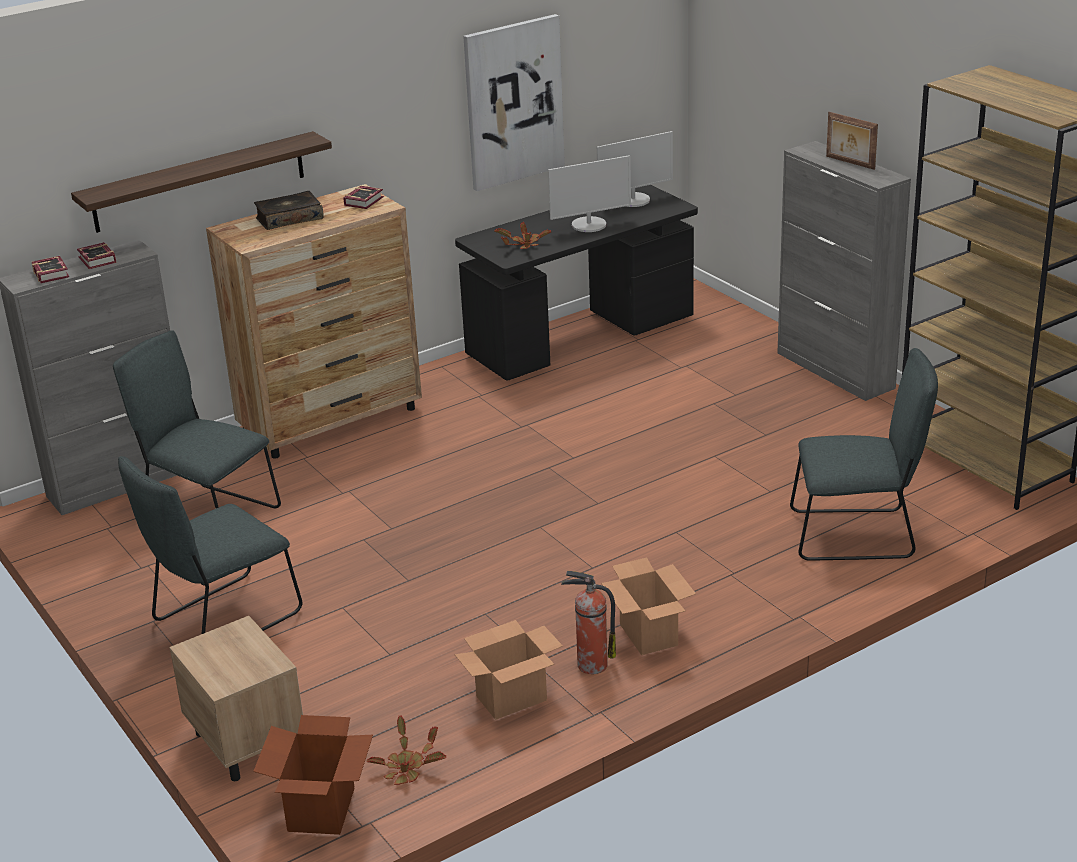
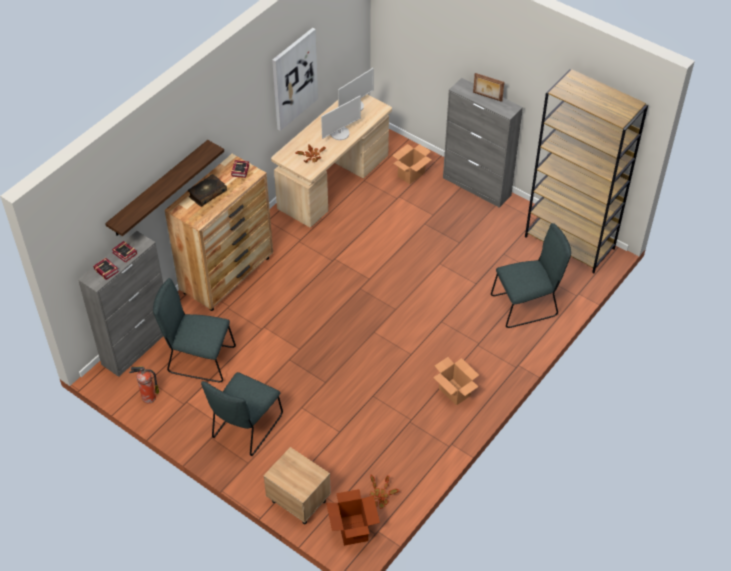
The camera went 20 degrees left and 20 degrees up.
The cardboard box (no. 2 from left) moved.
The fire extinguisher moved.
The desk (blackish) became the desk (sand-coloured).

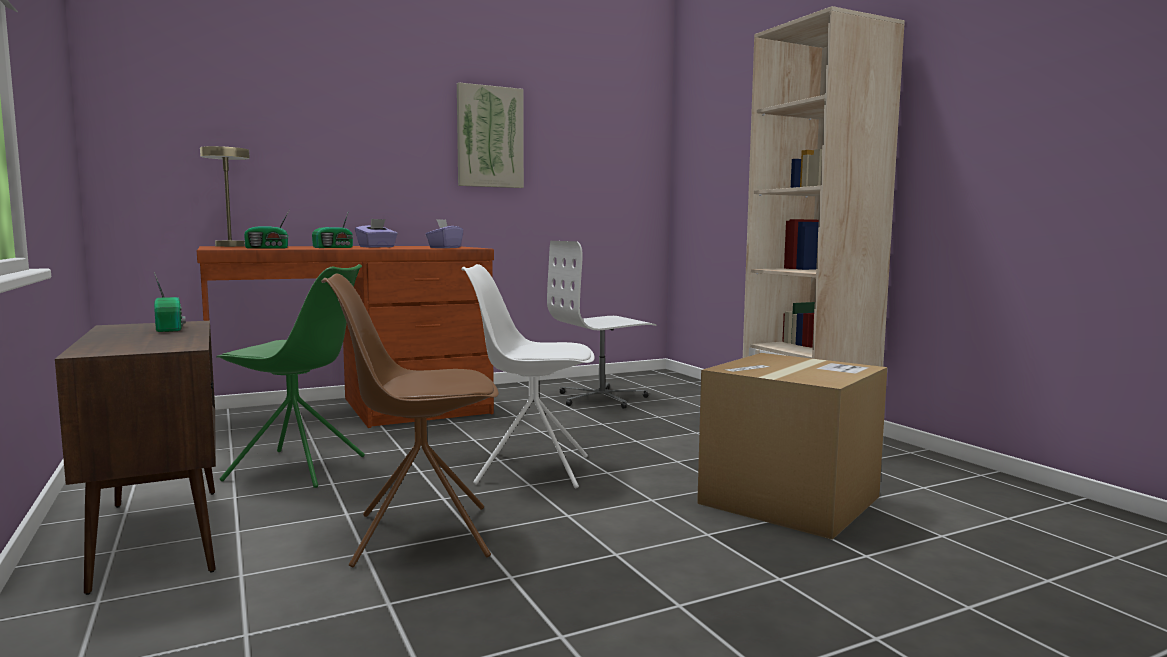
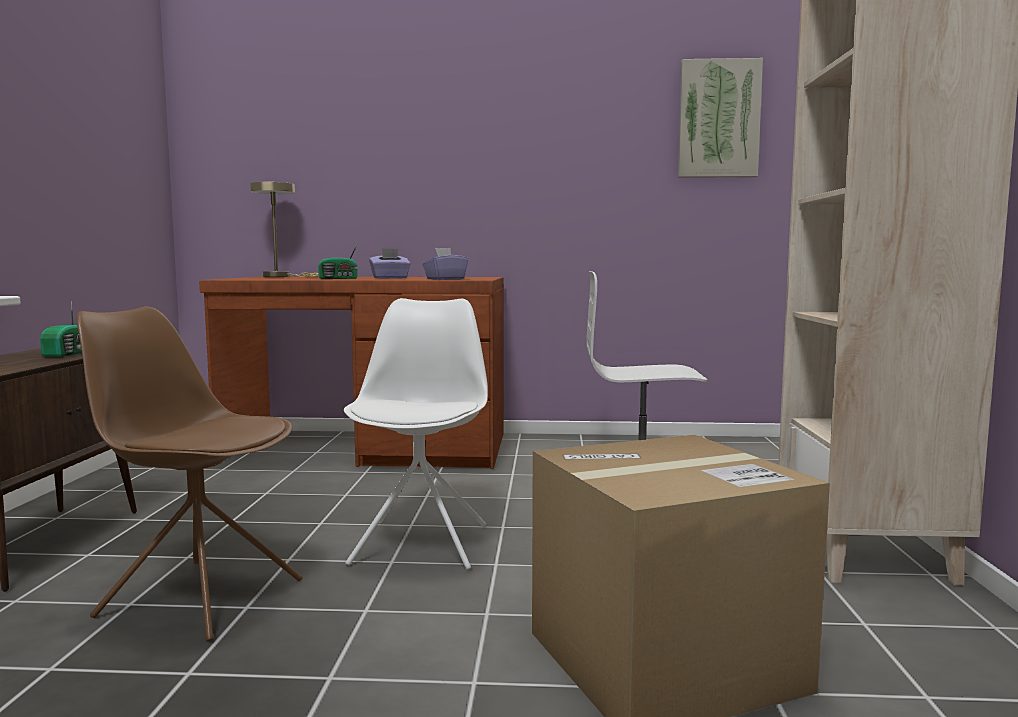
The camera went 30 degrees right and 0 degrees up.
The upright chair (green) disappeared.
The radio set (no. 2 from left) disappeared.
The picture moved.
The upright chair (white-coloured) turned 60 degrees clockwise.

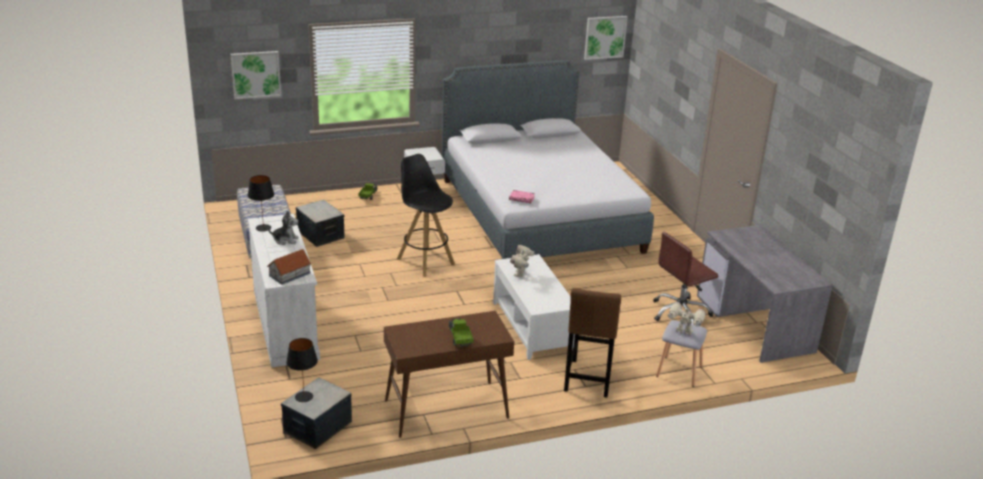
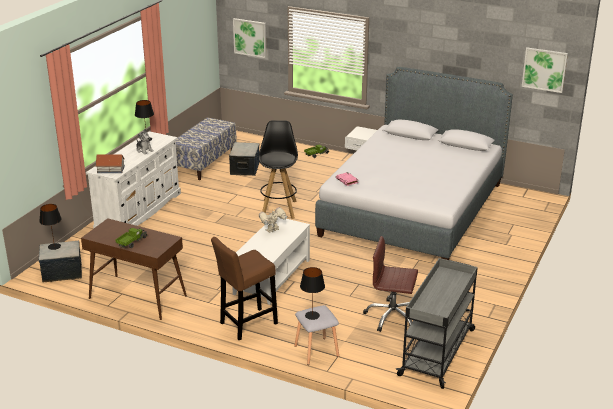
The camera went 45 degrees right and 0 degrees up.
The toy robot (no. 2 from left) was replaced by the tabletop lamp (blackish) (no. 3 from left).
The desk (greyish) was replaced by the cart (greyish).

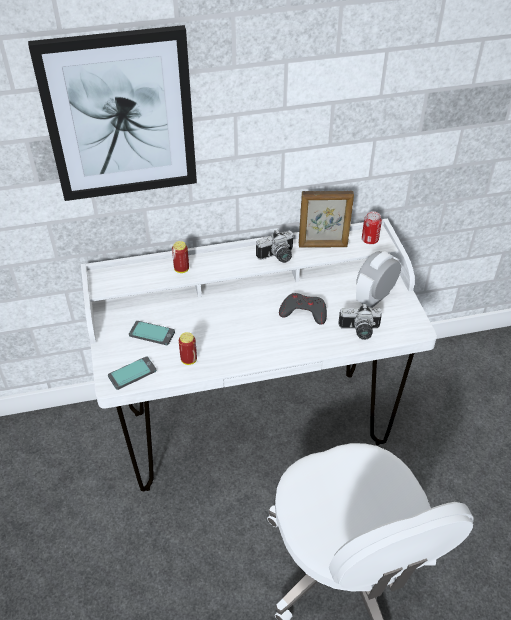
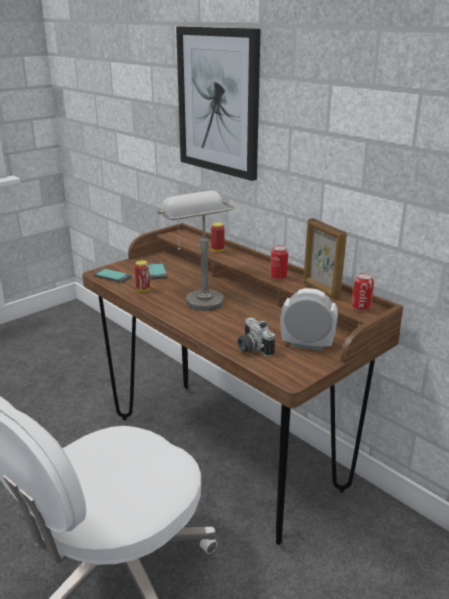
The camera went 60 degrees right and 20 degrees down.
The gamepad (greyish) disappeared.
The tabletop lamp (greyish) appeared.
The photo camera (no. 1 from left) was replaced by the sealed can (no. 3 from left).
The desk (white-coloured) became the desk (brownish).

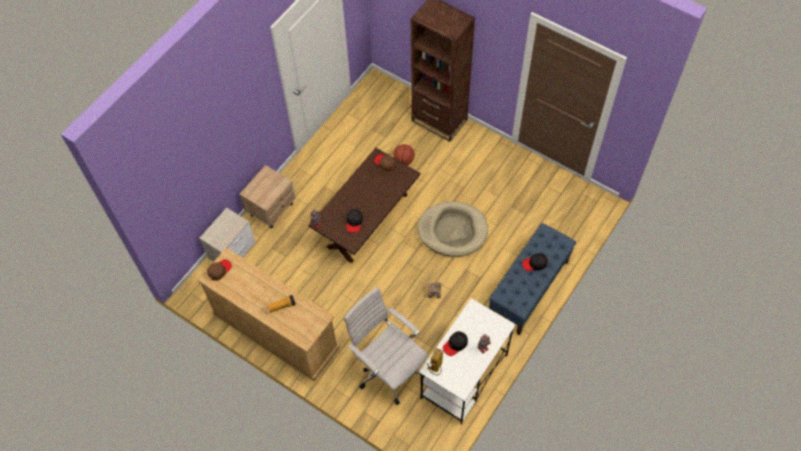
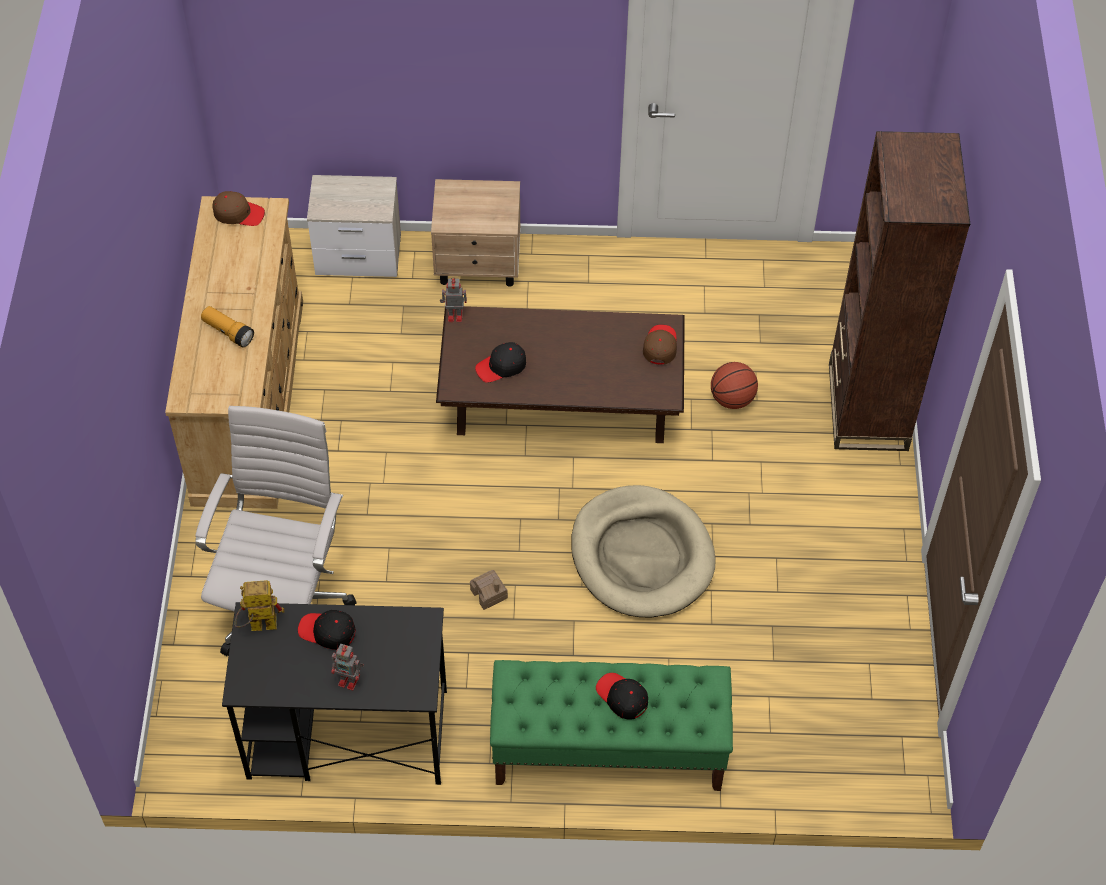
The camera went 55 degrees right and 5 degrees down.
The desk (white-coloured) became the desk (blackish).
The indoor bench (blue-coloured) became the indoor bench (green).

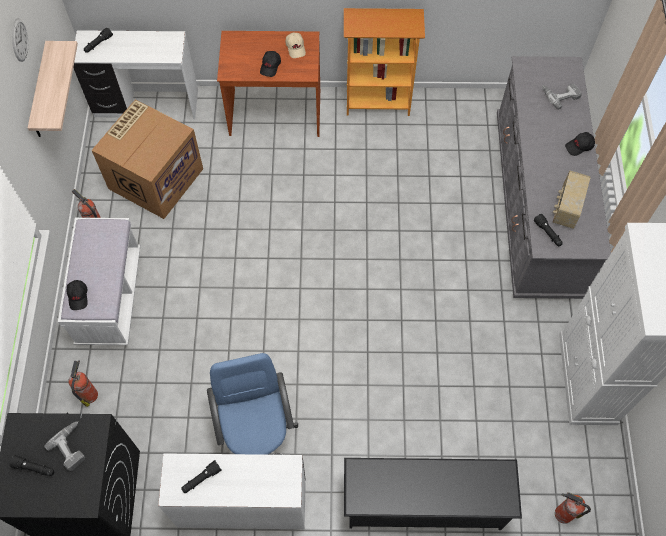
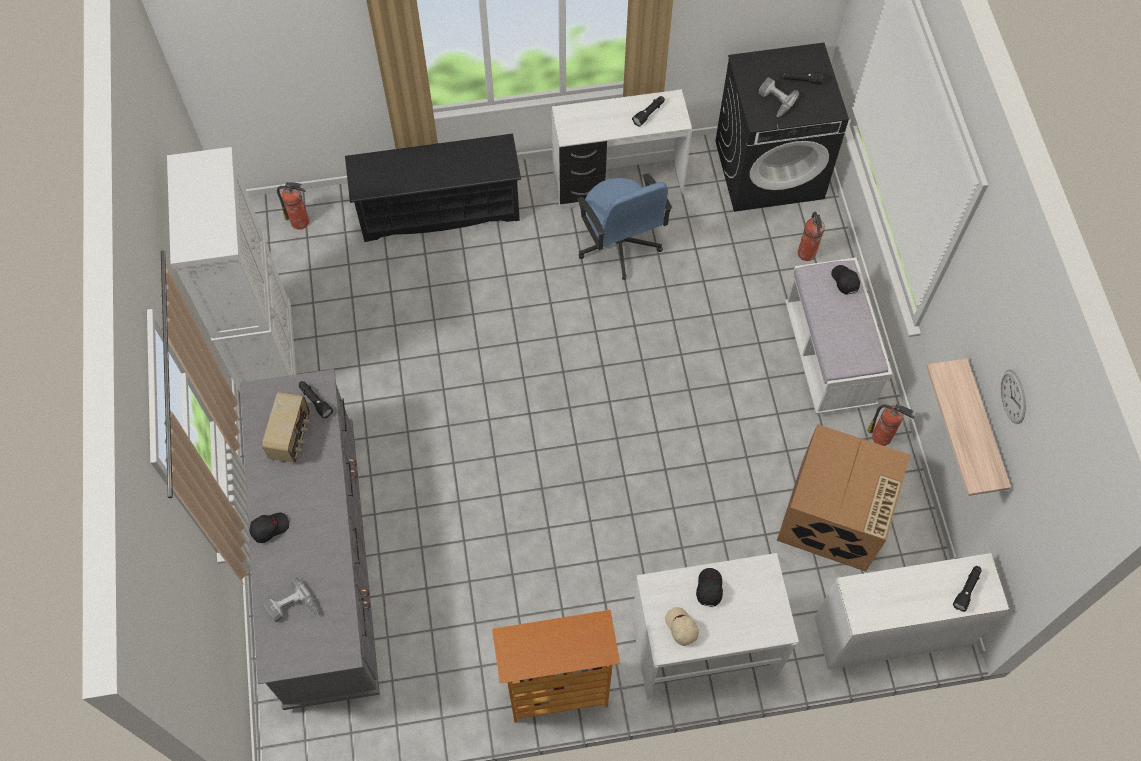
The camera went 170 degrees right and 0 degrees up.
The desk (brownish) became the desk (white-coloured) (no. 2 from left).

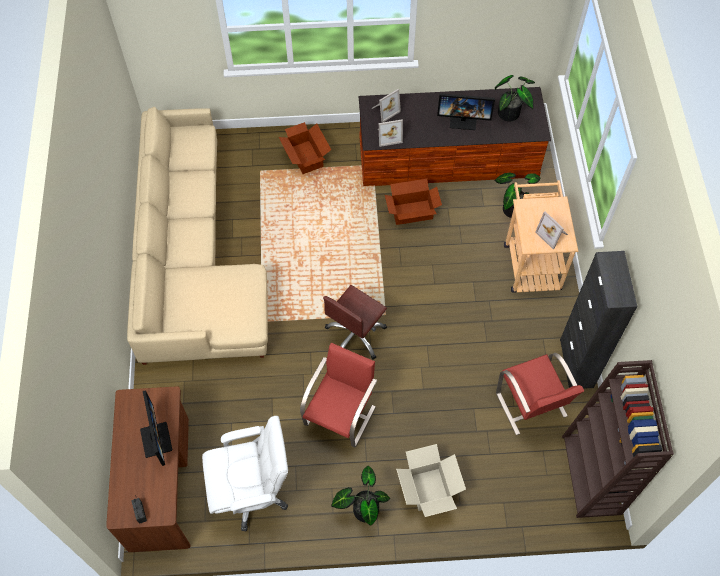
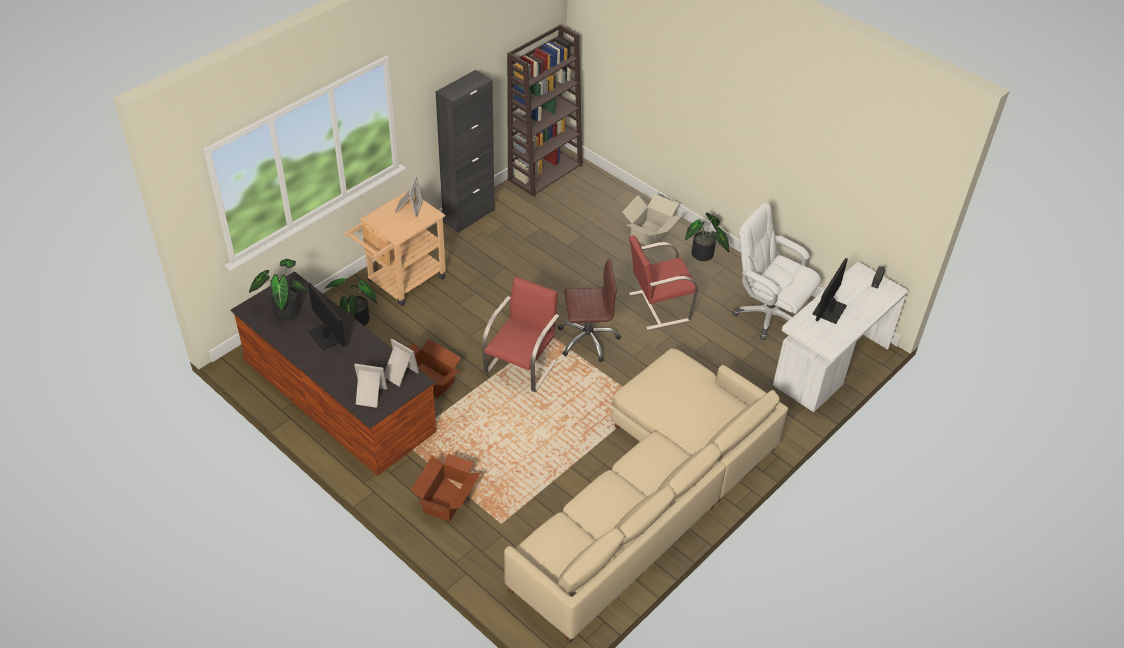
The camera went 135 degrees left and 15 degrees down.
The upright chair (red-coloured) (no. 2 from left in the first image) moved.
The desk (brownish) became the desk (white-coloured).

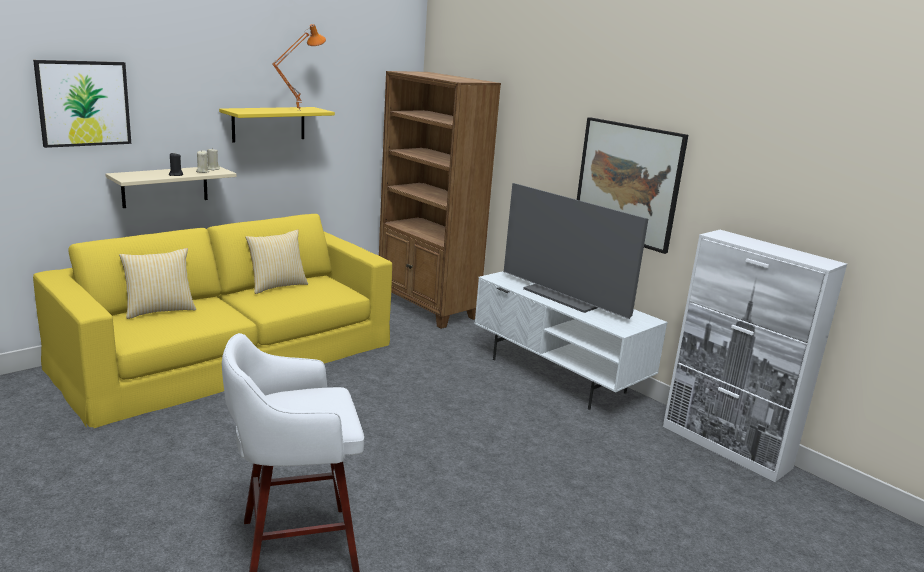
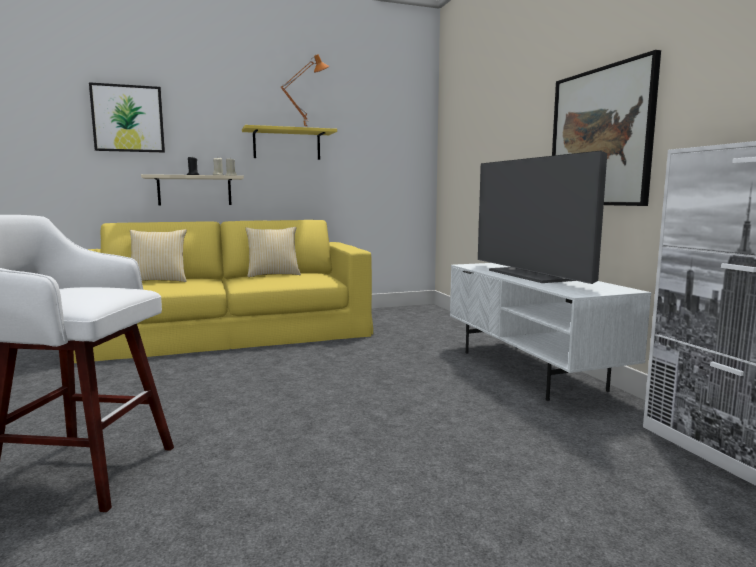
The camera went 25 degrees right and 10 degrees down.
The shelving unit (brownish) disappeared.

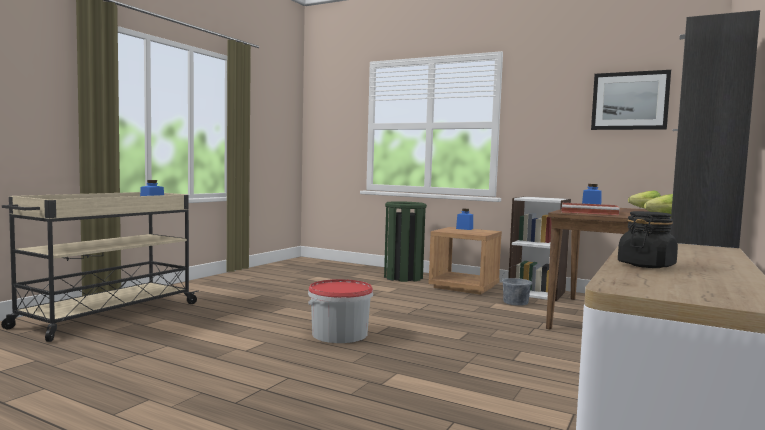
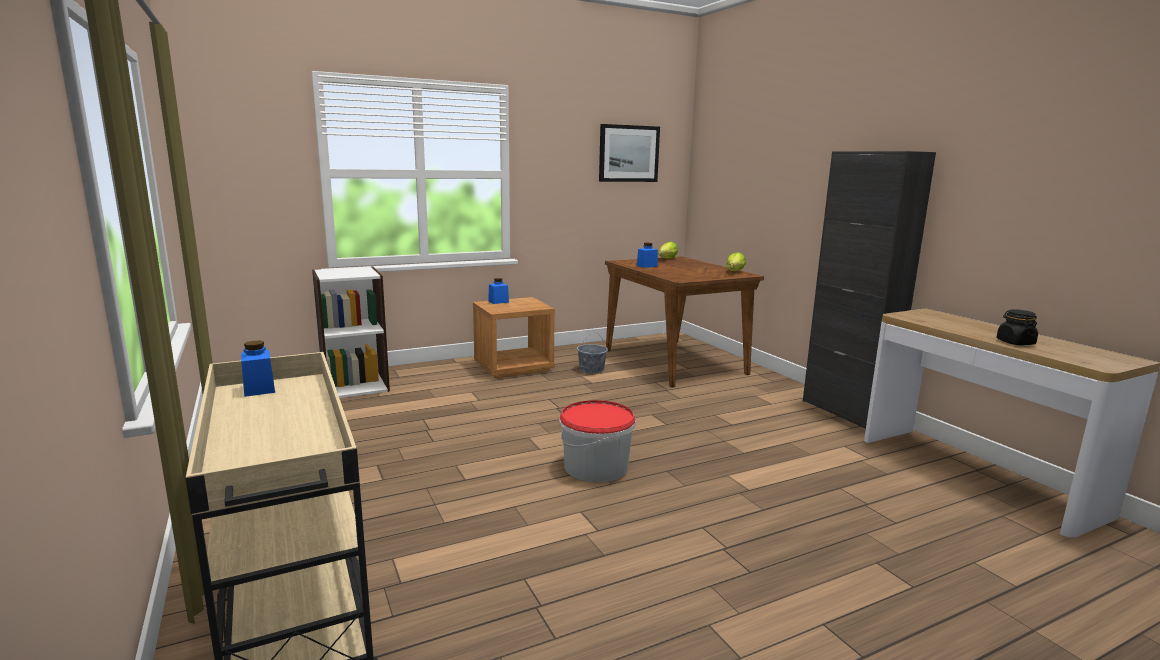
The camera went 55 degrees left and 10 degrees up.
The rubbish bin (green) disappeared.
The carrying tray (red-coloured) disappeared.
The shelving unit (white-coloured) moved.

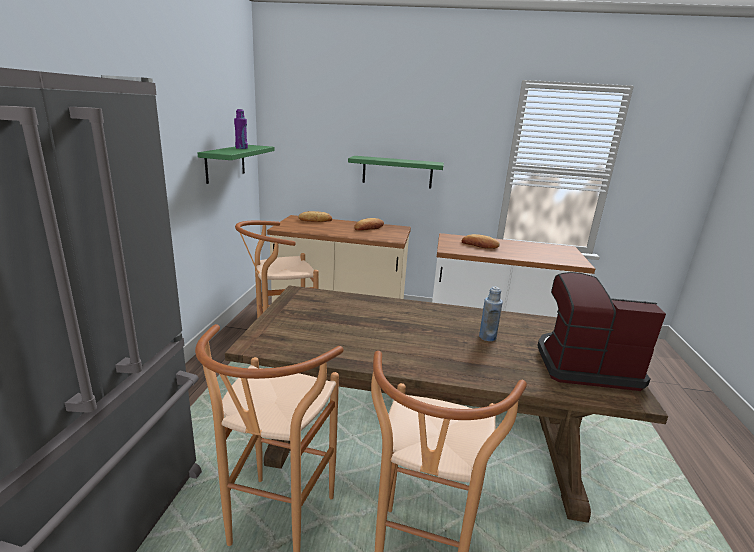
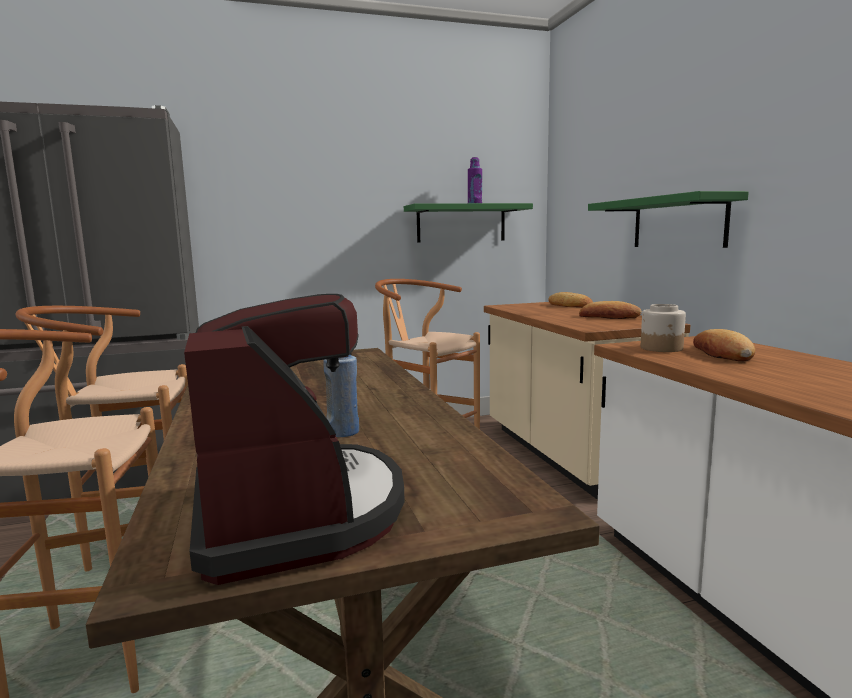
The camera went 65 degrees right and 10 degrees down.
The storage jar appeared.

